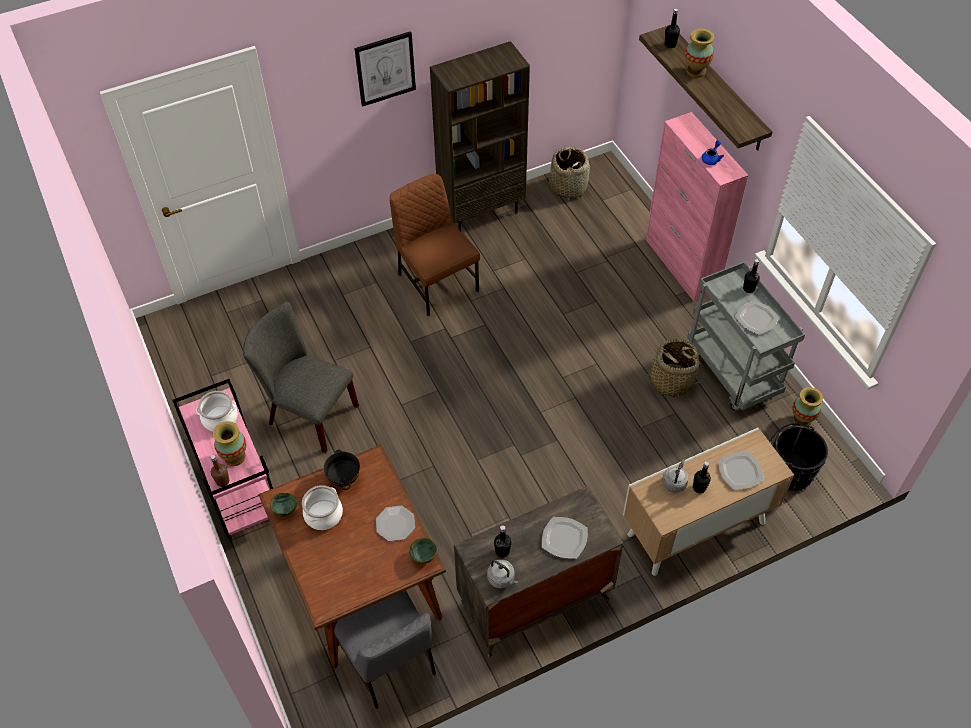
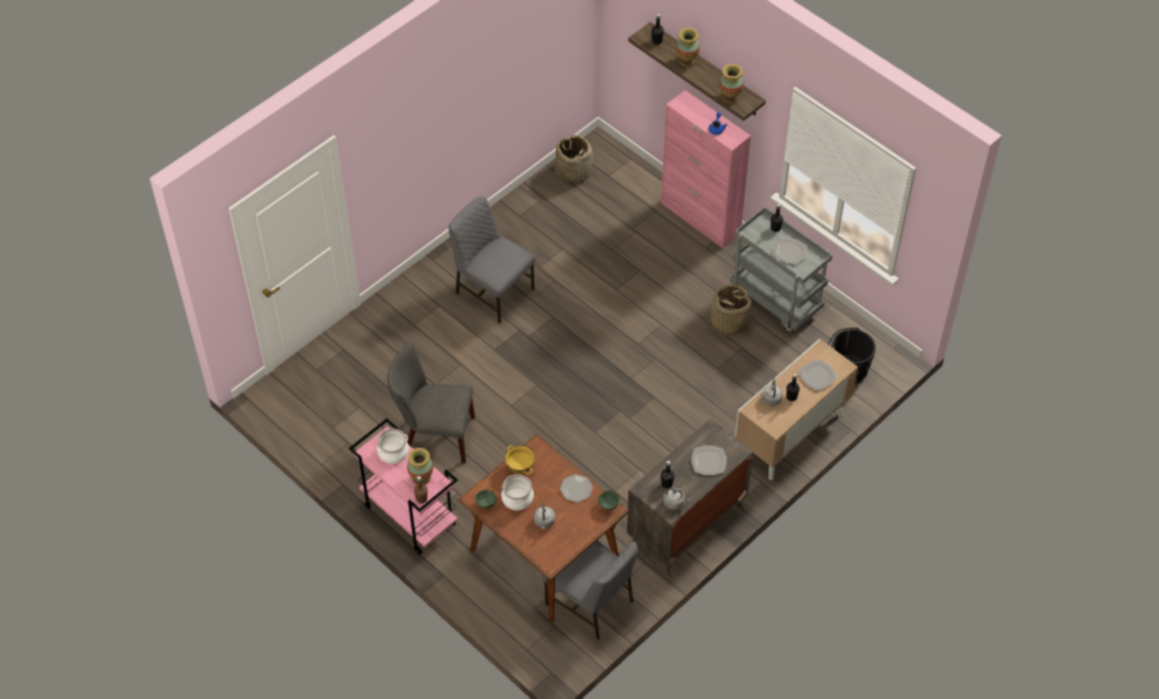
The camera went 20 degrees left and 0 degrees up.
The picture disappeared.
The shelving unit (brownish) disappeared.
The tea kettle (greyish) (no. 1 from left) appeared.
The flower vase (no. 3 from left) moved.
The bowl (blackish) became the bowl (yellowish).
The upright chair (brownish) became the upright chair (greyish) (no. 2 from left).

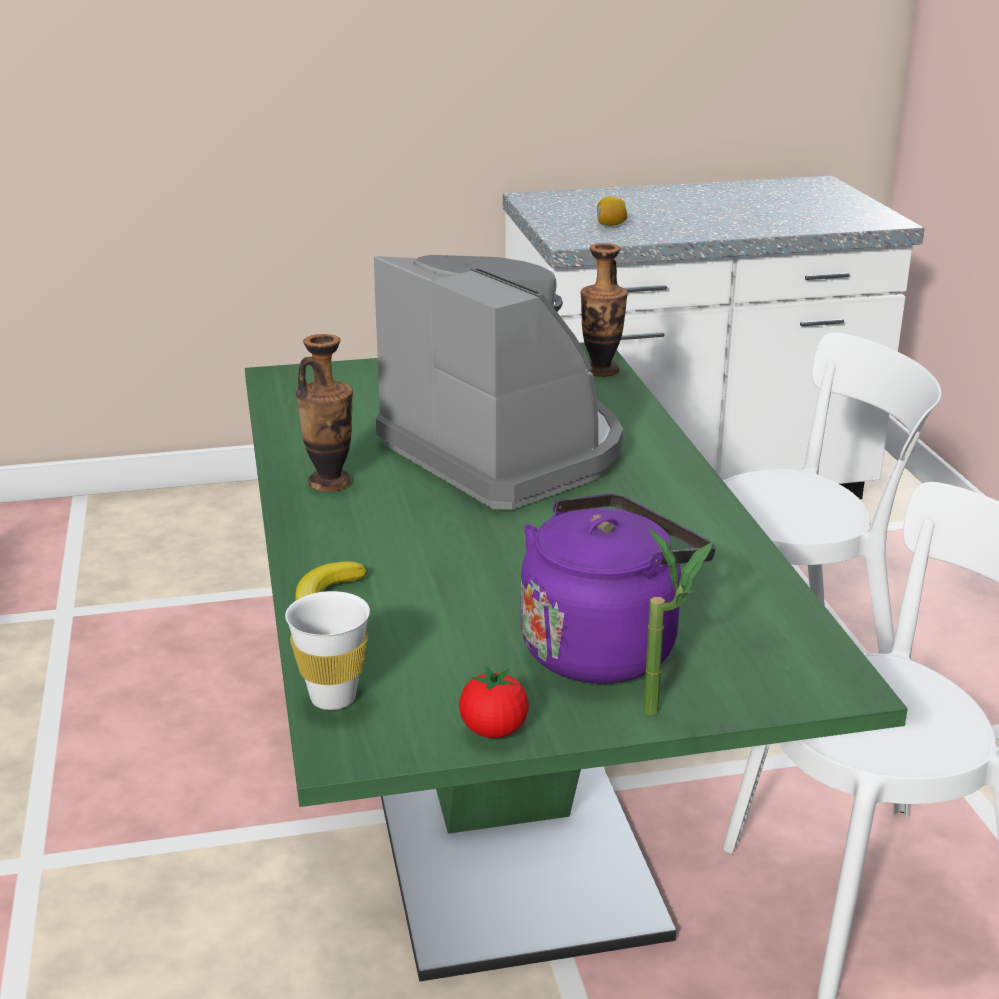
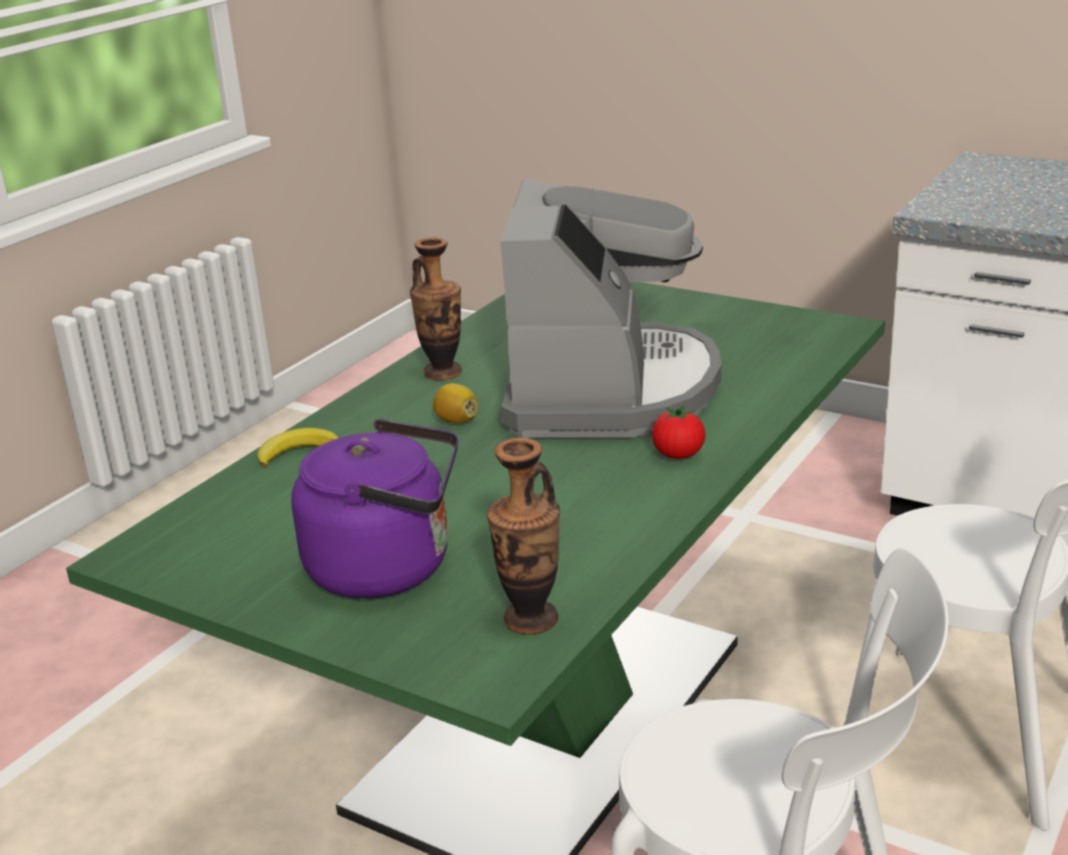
The camera went 45 degrees right and 0 degrees up.
The cup (white-coloured) disappeared.
The potted plant disappeared.
The whole tomato moved.
The flower vase (no. 2 from left) moved.
The whole lemon moved.

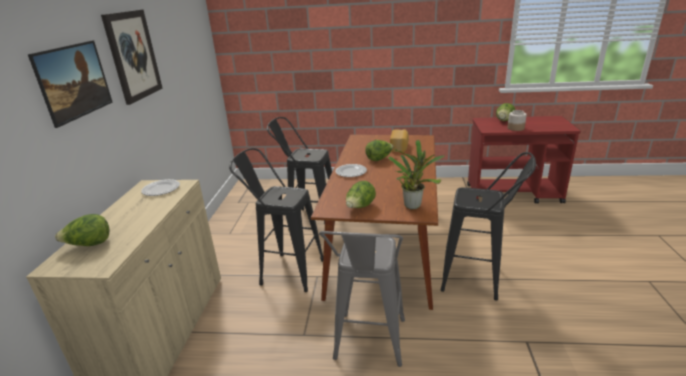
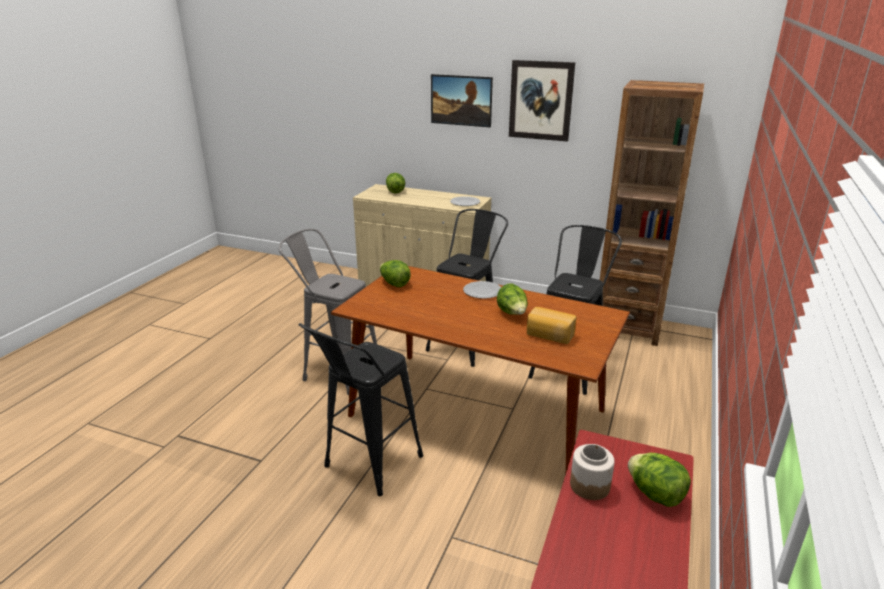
The camera went 105 degrees right and 0 degrees up.
The potted plant disappeared.
The shelving unit (brownish) appeared.

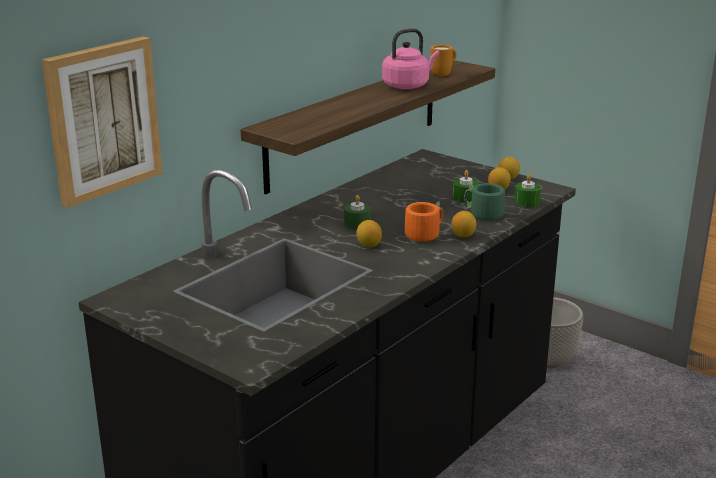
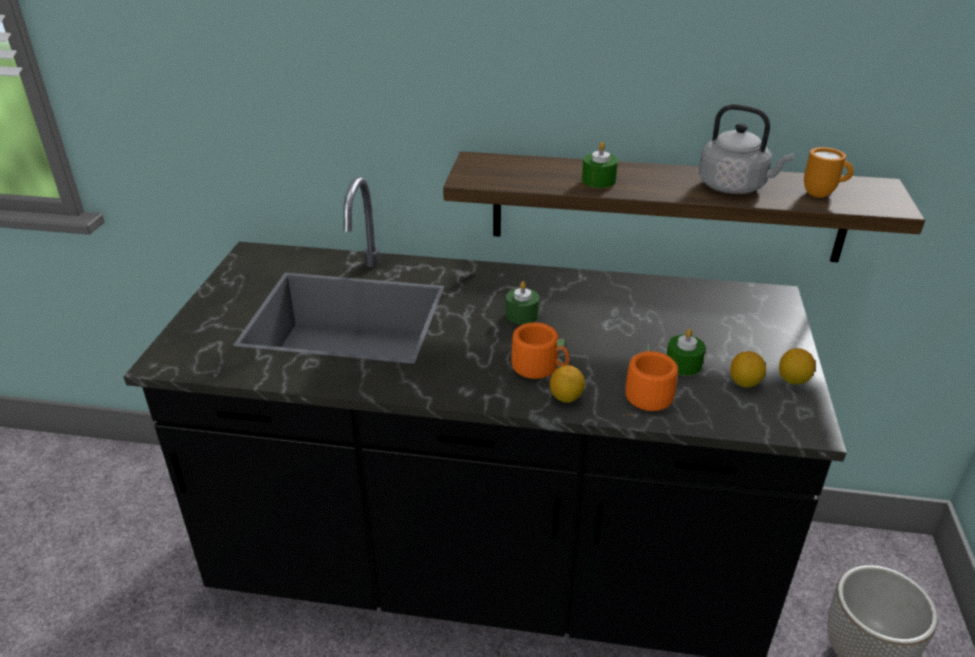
The camera went 60 degrees right and 10 degrees up.
The picture disappeared.
The whole lemon (no. 1 from left) disappeared.
The wax candle (green) (no. 3 from left in the first image) moved.
The tea kettle (pink) became the tea kettle (greyish).
The coffee mug (green) became the coffee mug (orangey) (no. 2 from left).

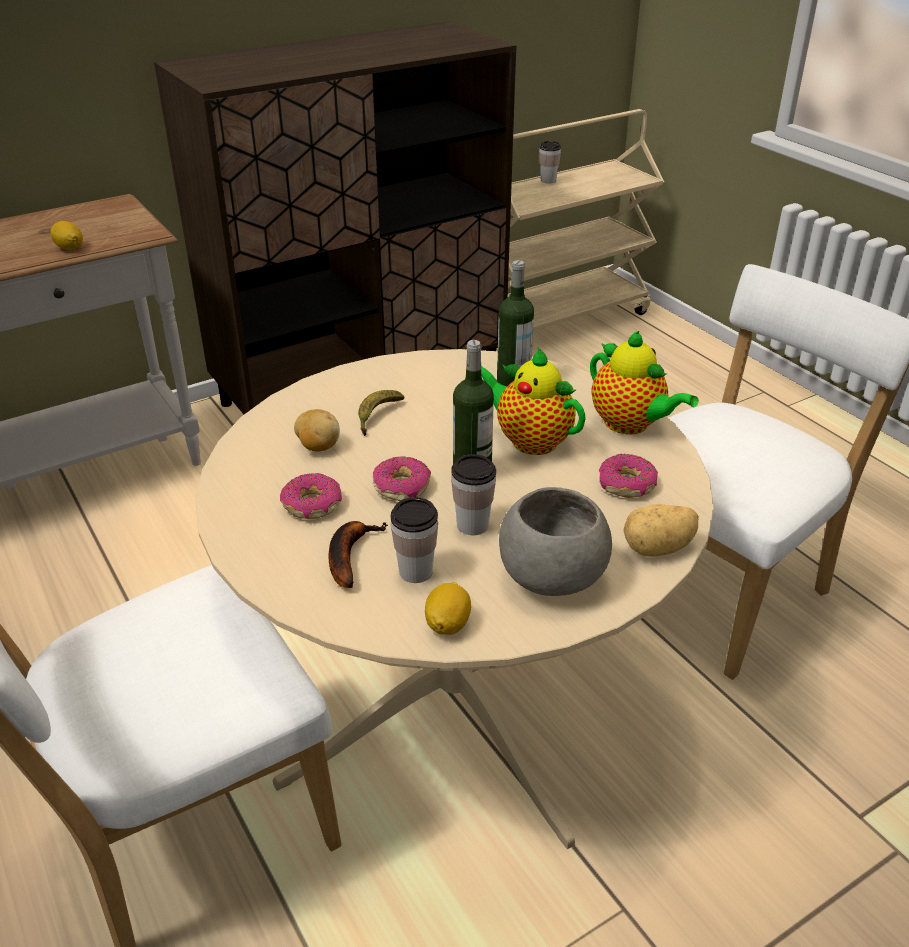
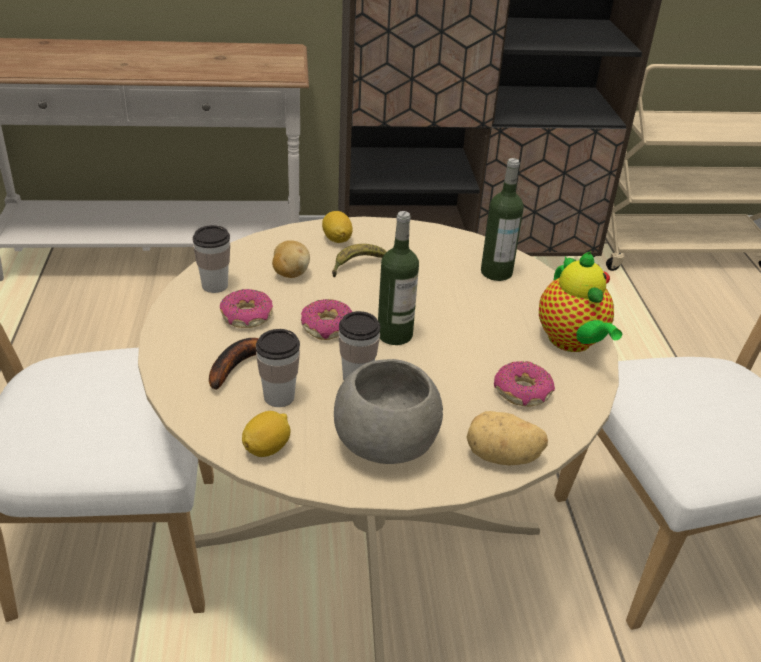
The camera went 25 degrees right and 0 degrees up.
The teapot (no. 1 from left) disappeared.
The whole lemon (no. 1 from left in the first image) moved.
The cup (no. 3 from left in the first image) moved.

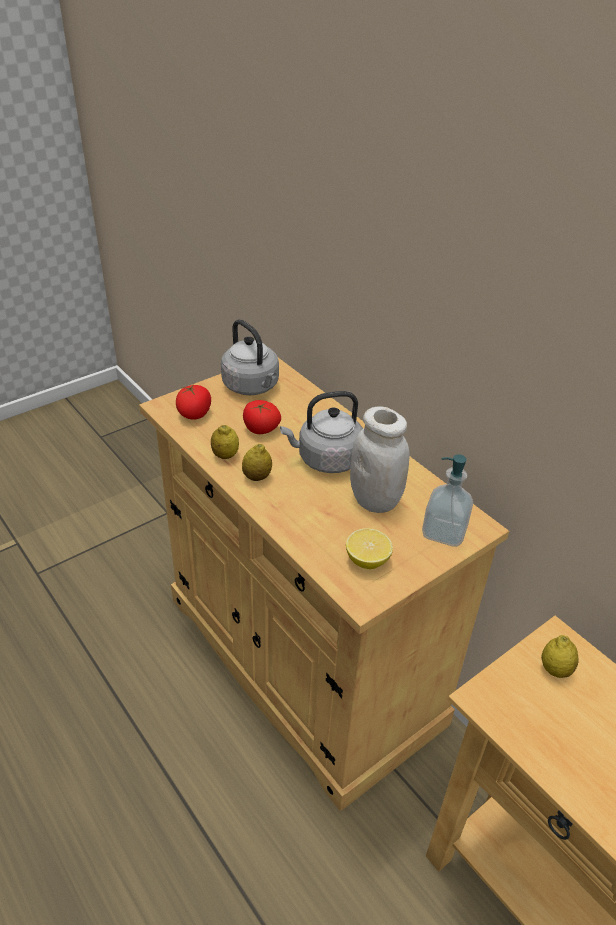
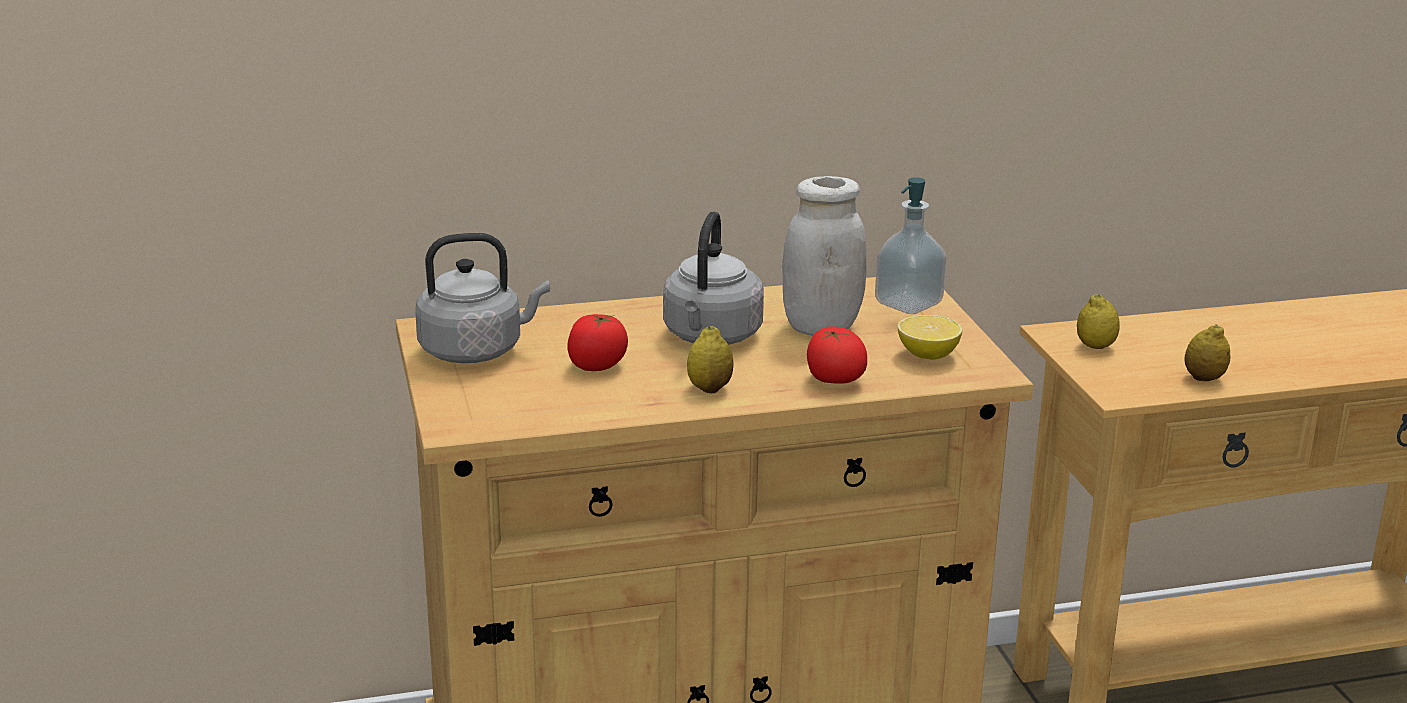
The camera went 65 degrees left and 15 degrees down.
The whole tomato (no. 1 from left in the first image) moved.
The whole lemon (no. 1 from left in the first image) moved.

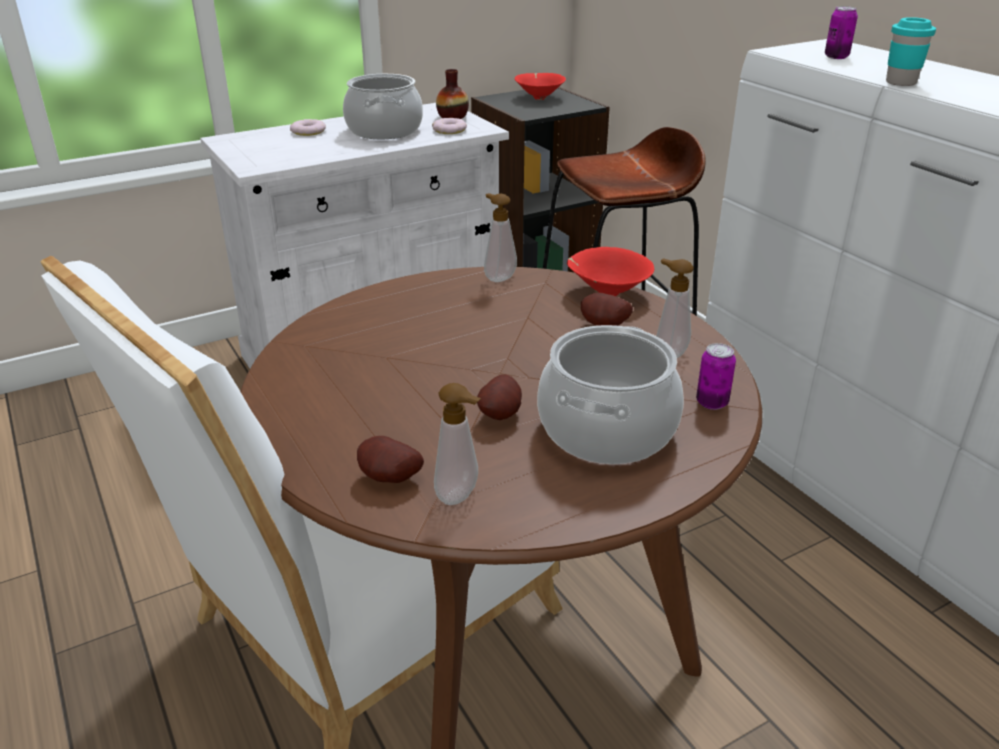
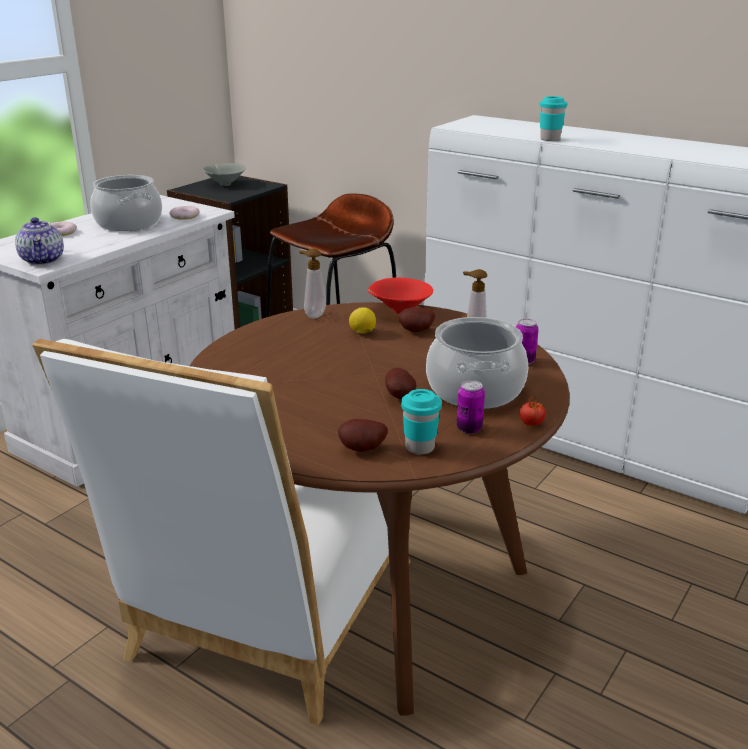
The camera went 25 degrees left and 5 degrees down.
The flower vase disappeared.
The teapot appeared.
The whole lemon appeared.
The whole tomato appeared.
The sealed can (no. 2 from left in the first image) moved.
The liquid soap bottle (no. 1 from left) was replaced by the cup (blue-green) (no. 1 from left).
The bowl (red-coloured) (no. 1 from left) became the bowl (greyish).

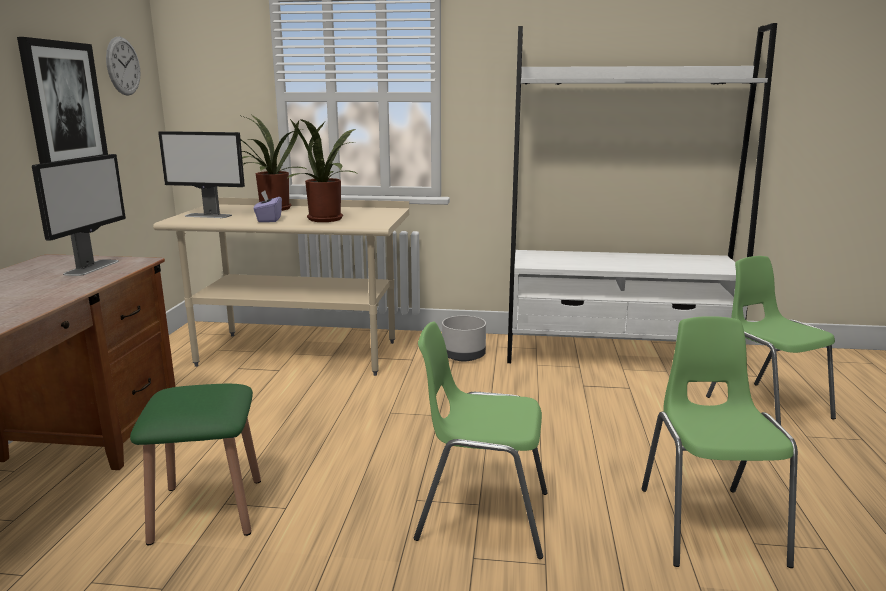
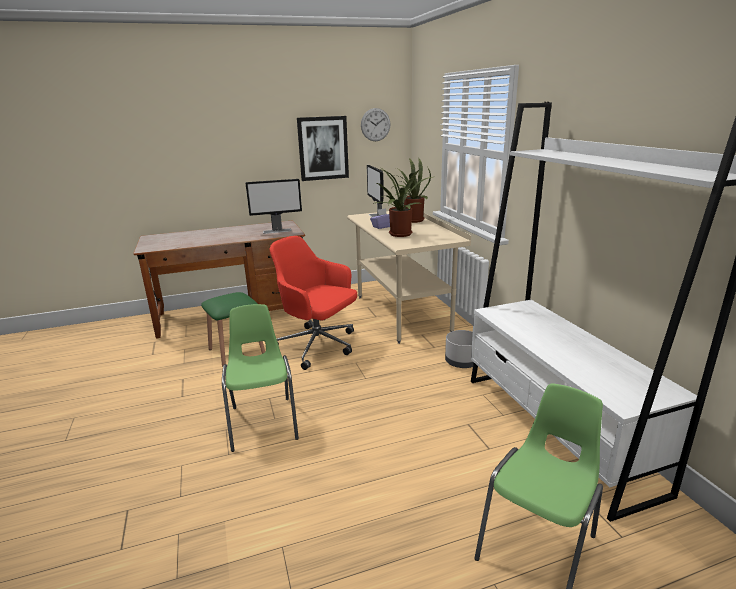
The camera went 65 degrees right and 5 degrees up.
The upright chair (green) (no. 2 from left) disappeared.
The office chair (red-coloured) appeared.

